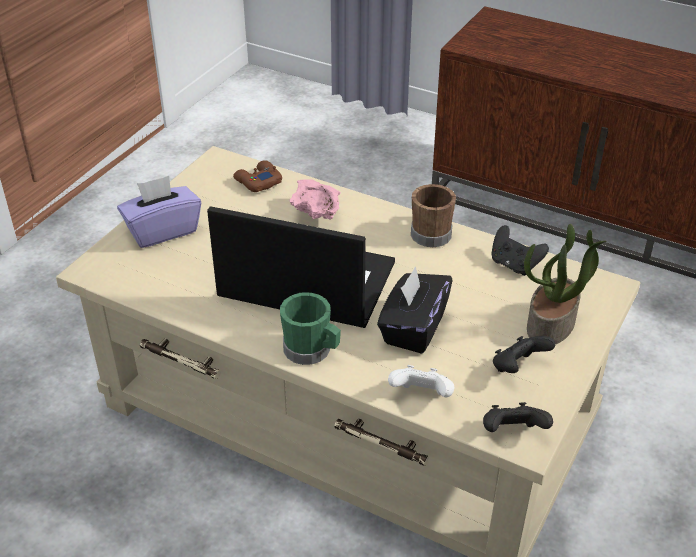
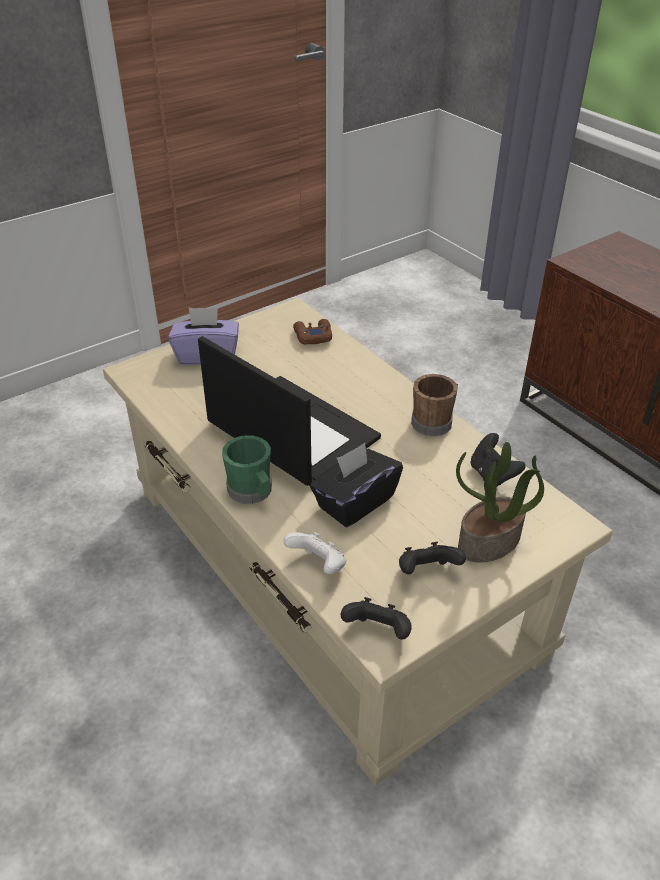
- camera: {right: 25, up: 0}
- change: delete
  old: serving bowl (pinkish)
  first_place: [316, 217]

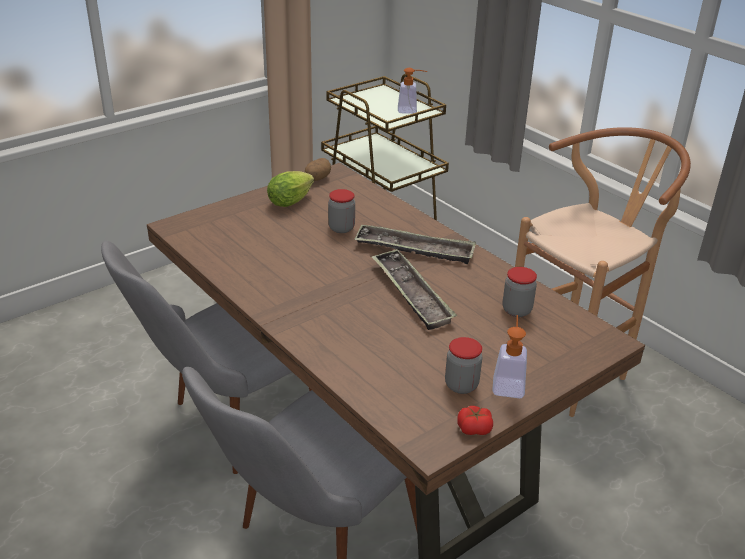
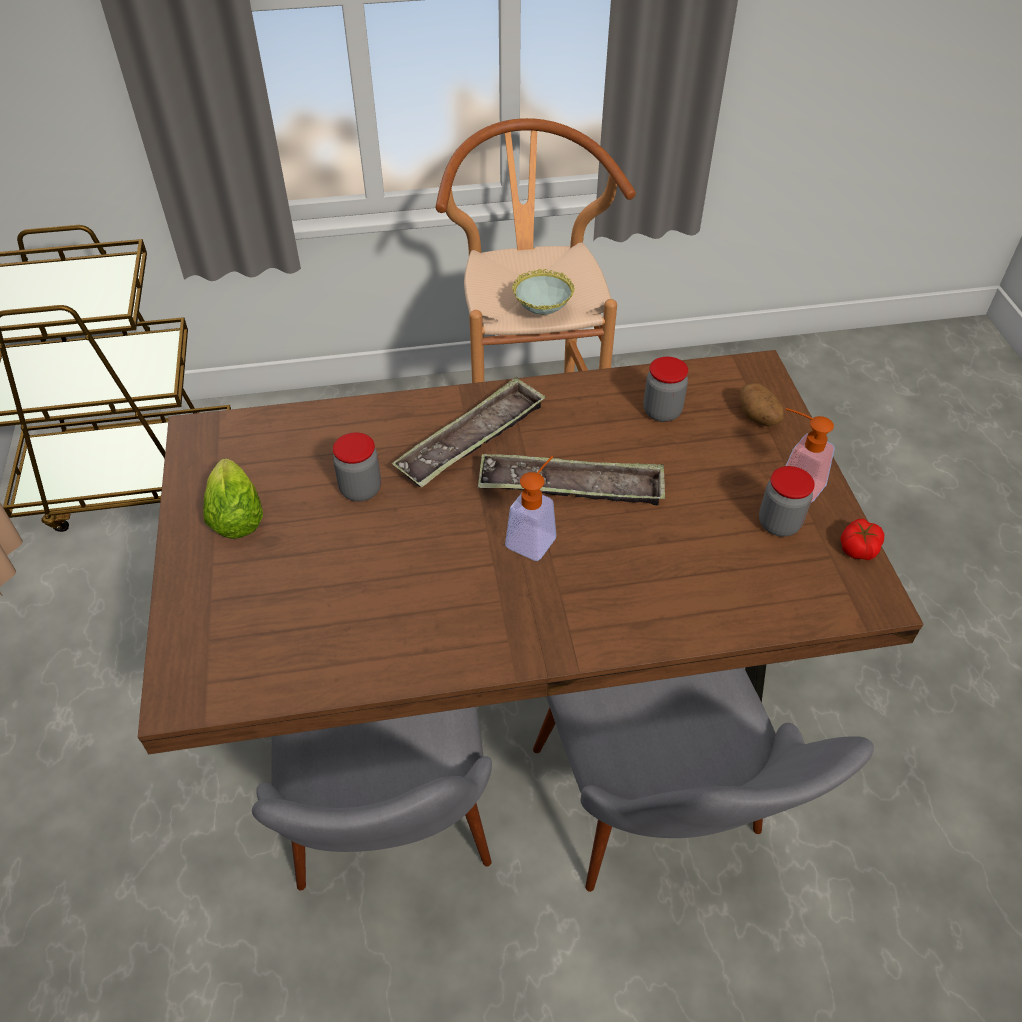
- camera: {right: -60, up: 15}
- change: move
  old: soap dispenser
  first_place: [411, 110]
  second_place: [535, 537]
- change: move
  old: potato
  first_place: [317, 178]
  second_place: [758, 418]
- change: insert
  new: serving bowl
  second_place: [542, 314]

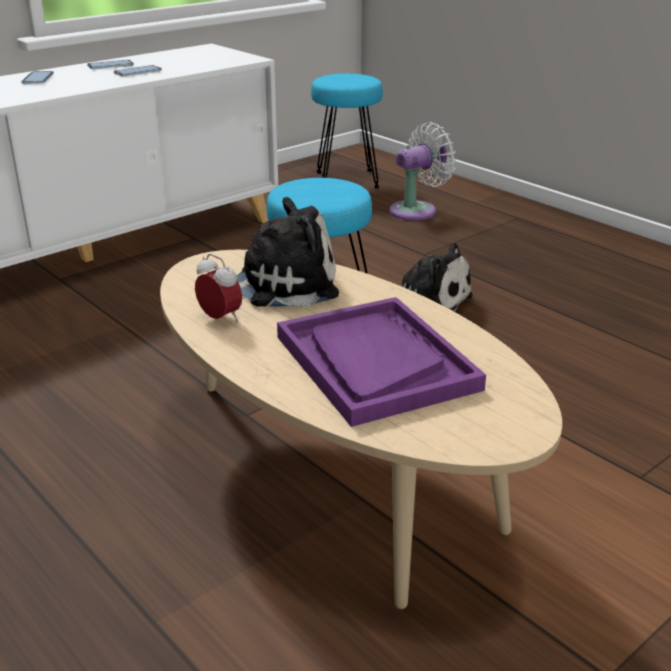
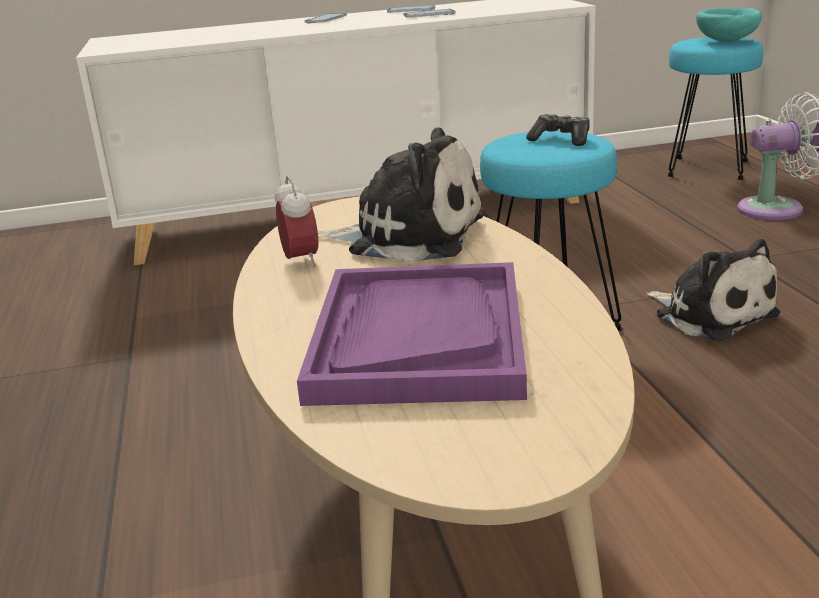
- camera: {right: 30, up: -5}
- change: insert
  new: serving bowl (blue-green)
  second_place: [727, 42]
- change: insert
  new: joypad
  second_place: [561, 140]

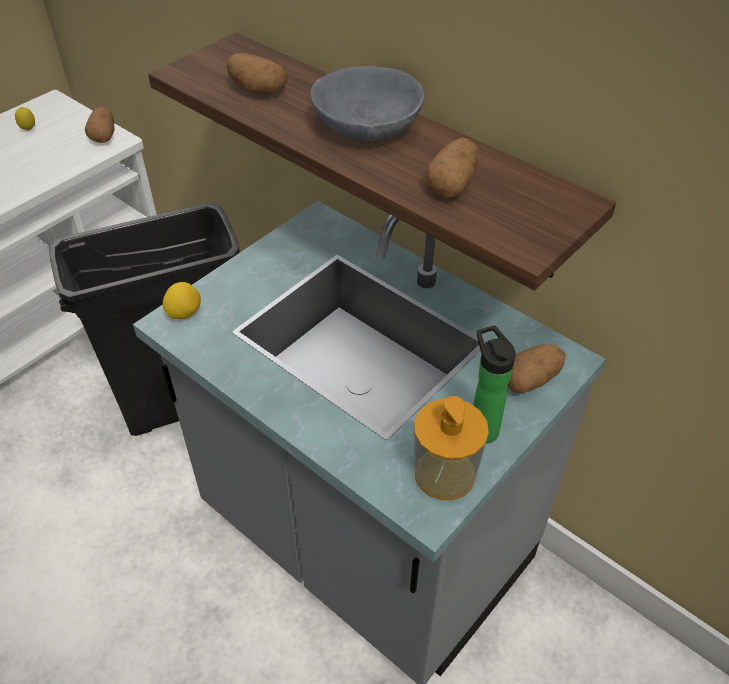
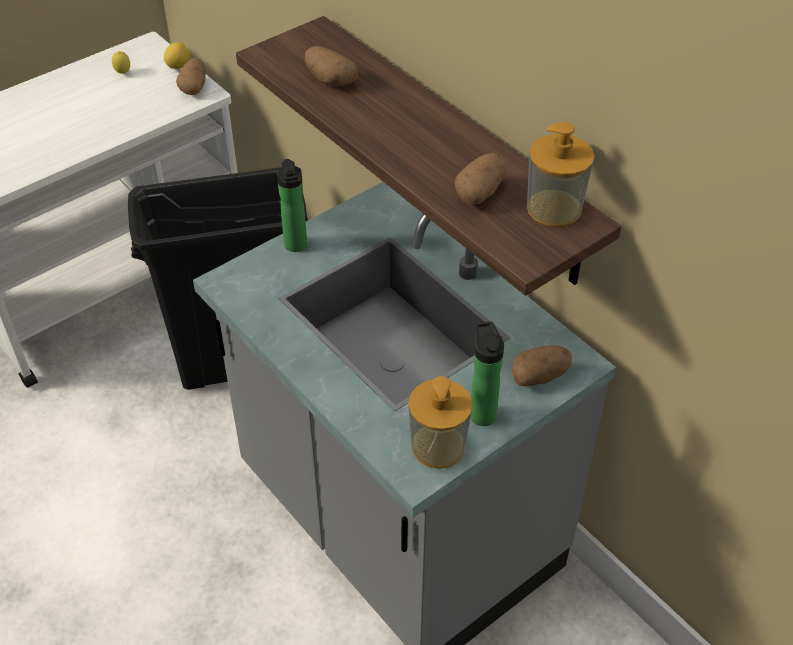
- camera: {right: 10, up: 0}
- change: delete
  old: serving bowl (grey)
  first_place: [367, 125]
- change: move
  old: lemon
  first_place: [184, 313]
  second_place: [178, 66]
- change: insert
  new: soap dispenser
  second_place: [554, 208]
- change: insert
  new: bottle
  second_place: [296, 247]

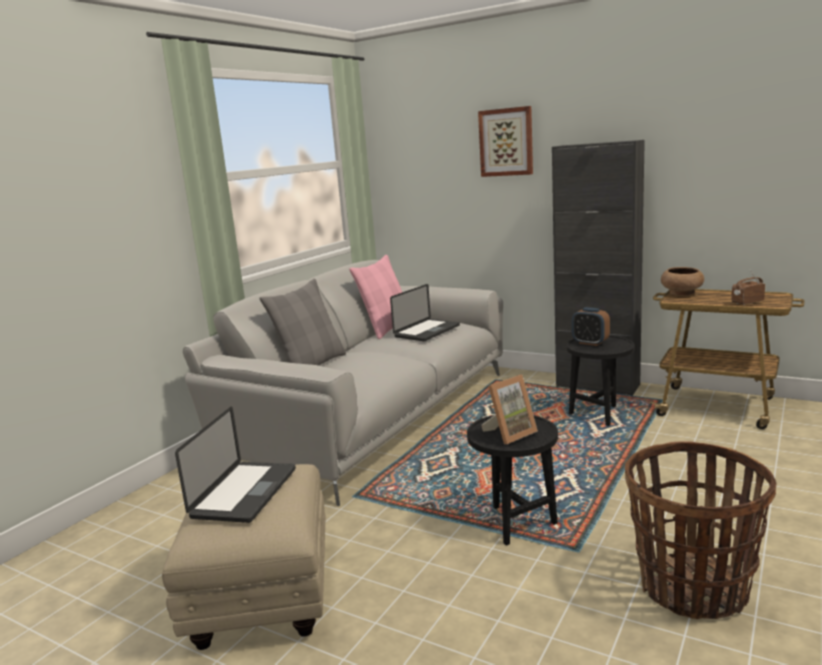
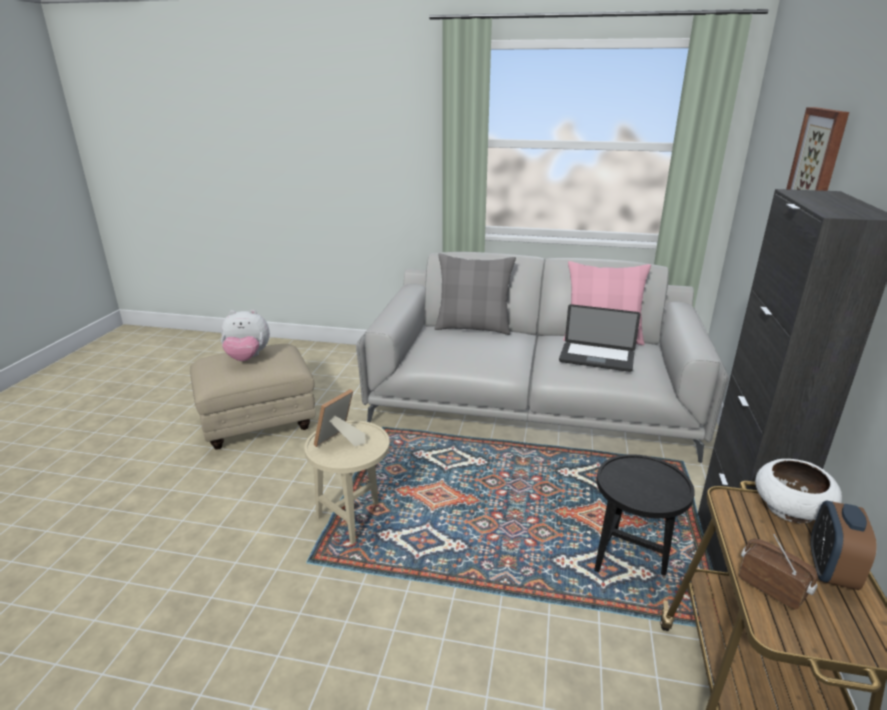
- camera: {right: 70, up: 10}
- change: recolor
  old: serving bowl (brownish)
  new: serving bowl (white)
  first_place: [682, 293]
  second_place: [790, 510]
- change: move
  old: alarm clock
  first_place: [590, 343]
  second_place: [830, 570]
- change: rotate
  old: photo frame
  first_place: [509, 433]
  second_place: [339, 442]
  degrees: 90
- change: replace
  old: notebook computer
  new: cuddly toy
  first_place: [245, 493]
  second_place: [247, 358]
- change: recolor
  old: side table (black-coloured)
  new: side table (beige-coloured)
  first_place: [515, 522]
  second_place: [353, 518]
- change: delete
  old: basket
  first_place: [692, 589]

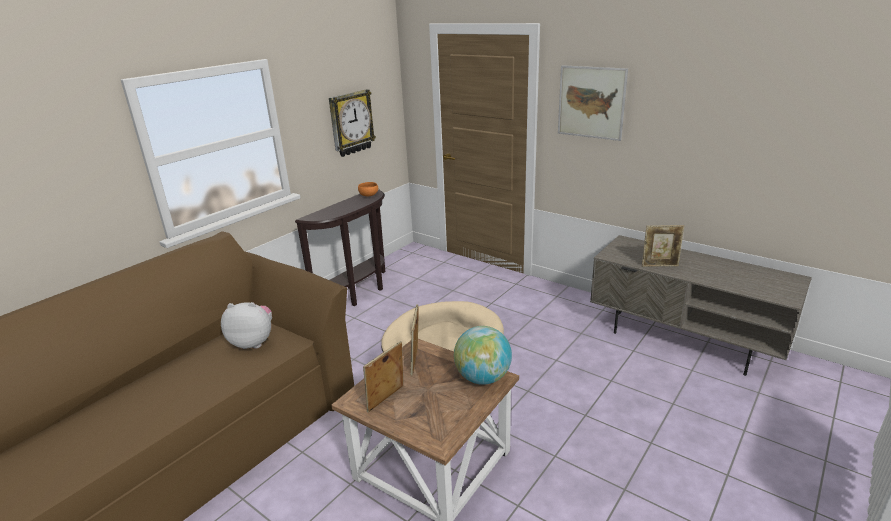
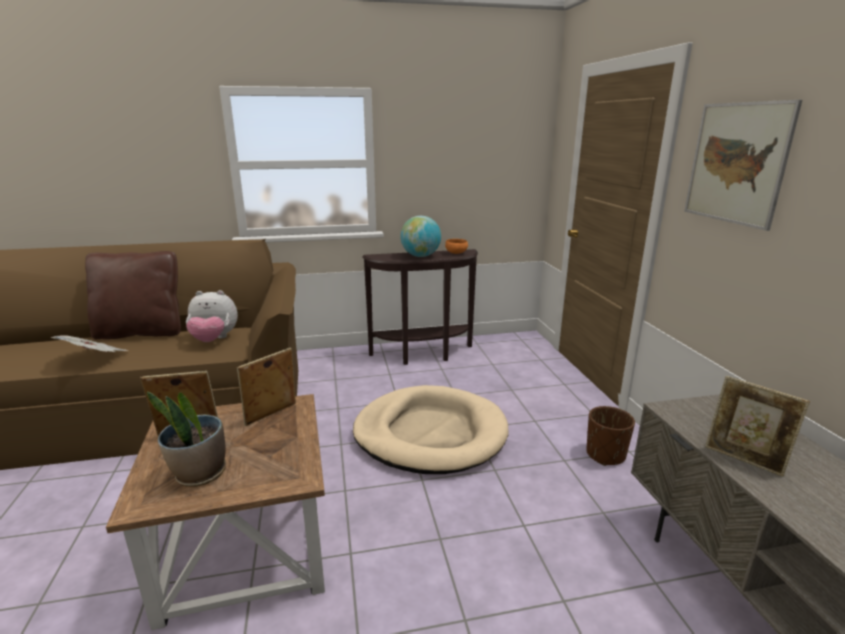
- camera: {right: 40, up: -5}
- change: delete
  old: hanging clock
  first_place: [351, 123]
- change: rotate
  old: cuddly toy
  first_place: [253, 342]
  second_place: [214, 340]
  degrees: 135
- change: move
  old: desk globe
  first_place: [483, 378]
  second_place: [420, 256]
- change: insert
  new: pillow (brownish)
  second_place: [142, 332]
- change: insert
  new: newspaper
  second_place: [95, 358]
- change: insert
  new: houseplant
  second_place: [200, 474]
- change: insert
  new: flower pot (brownish)
  second_place: [605, 455]

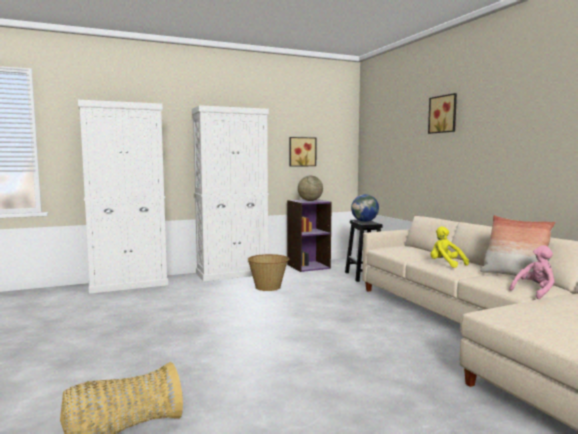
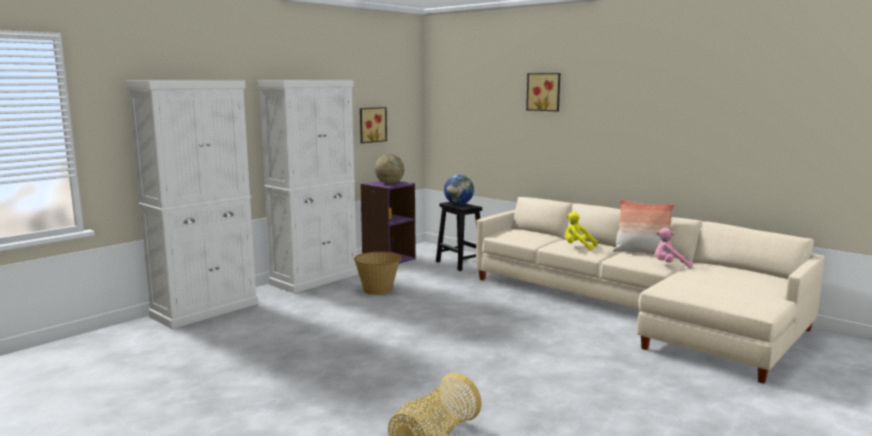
- camera: {right: -25, up: 5}
- change: rotate
  old: cuddly toy (pinkish)
  first_place: [535, 292]
  second_place: [669, 265]
  degrees: -120

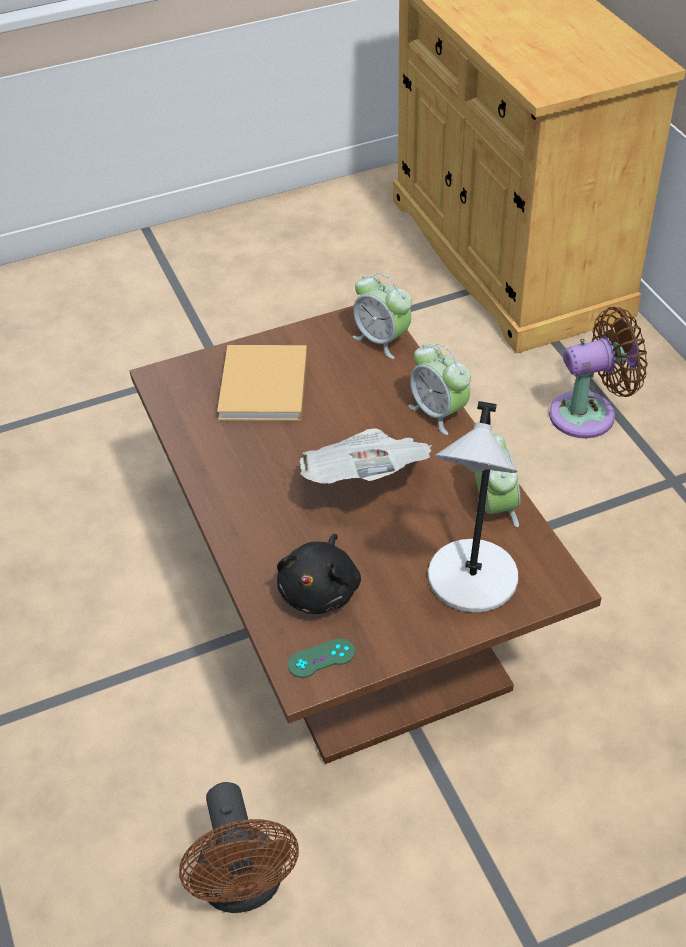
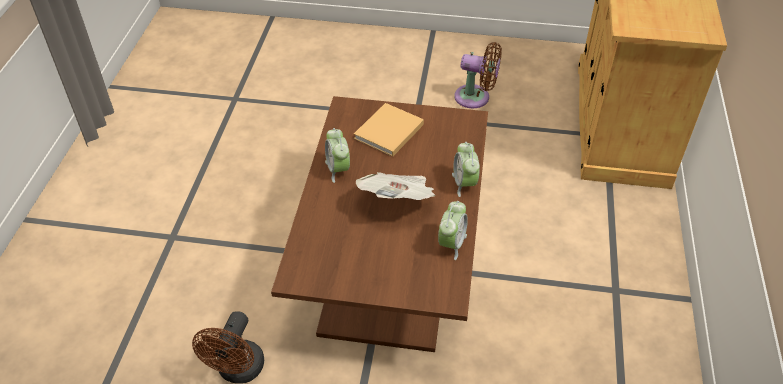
- camera: {right: 30, up: 0}
- change: move
  old: alarm clock
  first_place: [382, 340]
  second_place: [338, 169]
- change: move
  old: cooling fan (brownish)
  first_place: [589, 414]
  second_place: [476, 98]
- change: delete
  old: tabletop lamp (grey)
  first_place: [472, 582]
- change: delete
  old: cuddly toy (black-coloured)
  first_place: [321, 590]
- change: delete
  old: joypad (green-coloured)
  first_place: [321, 658]

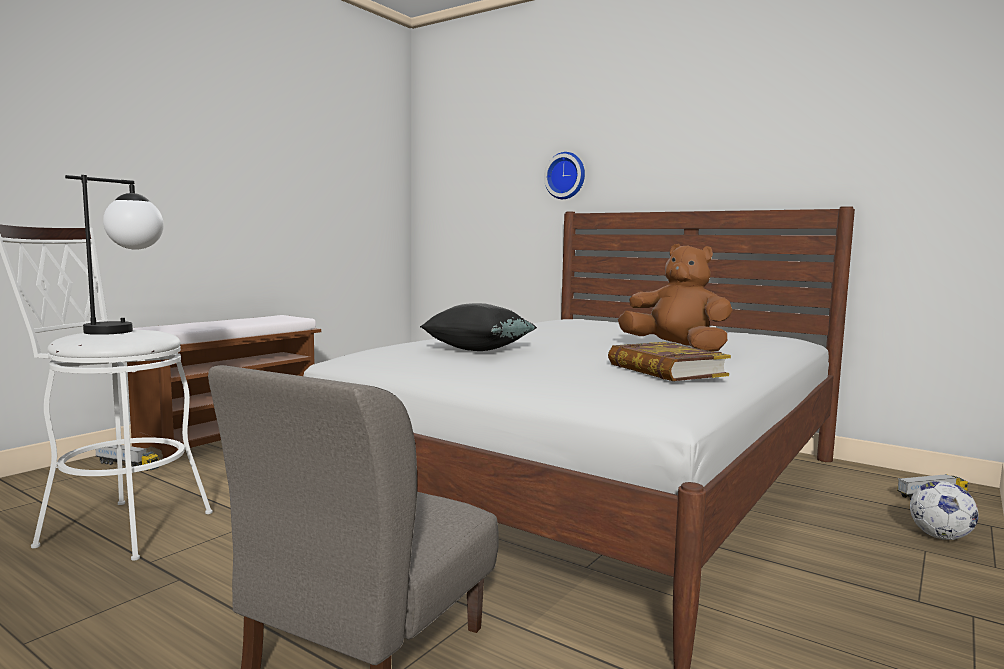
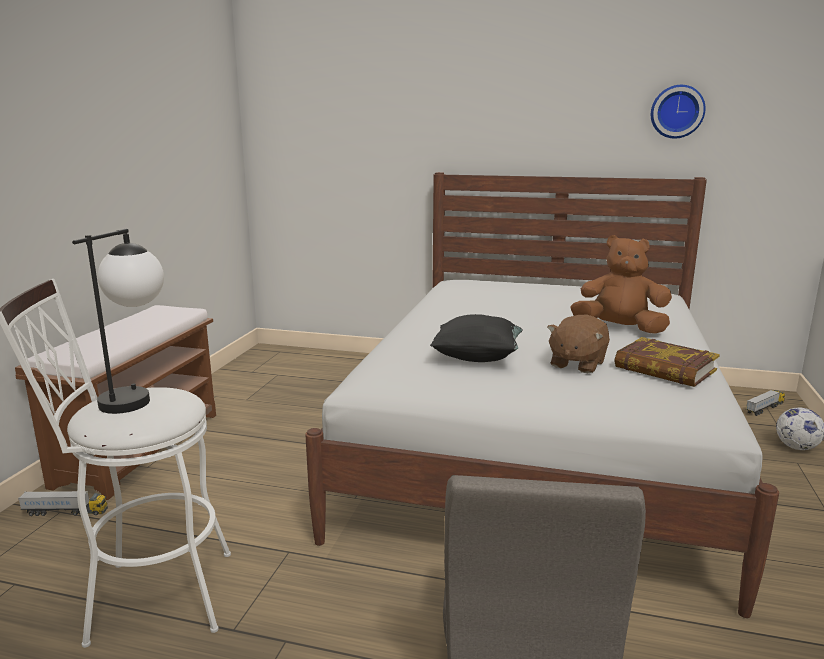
- camera: {right: -20, up: 10}
- change: move
  old: hanging clock
  first_place: [566, 176]
  second_place: [677, 111]
- change: insert
  new: cuddly toy (brownish)
  second_place: [576, 364]

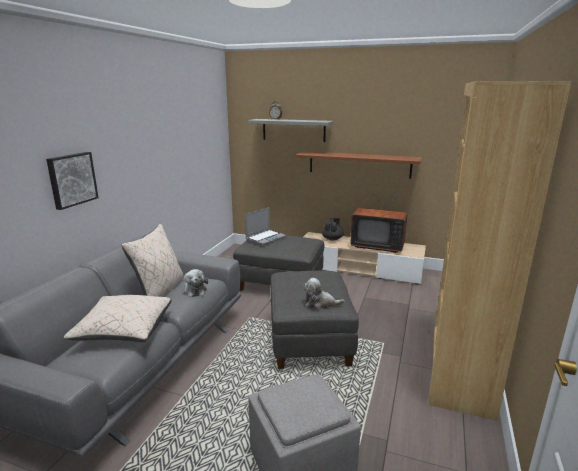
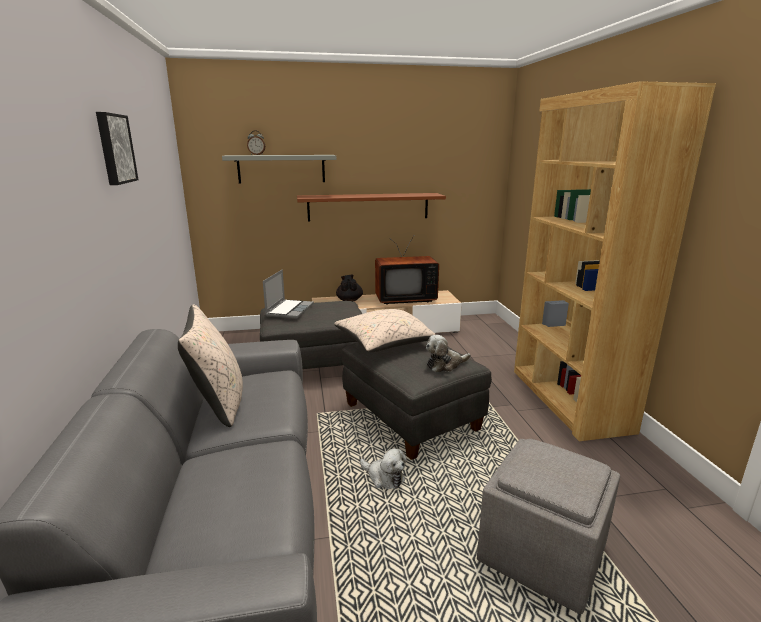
- camera: {right: -30, up: 0}
- change: move
  old: wall picture
  first_place: [71, 179]
  second_place: [114, 149]
- change: move
  old: cuddly toy
  first_place: [194, 290]
  second_place: [384, 478]
- change: move
  old: pillow (beige-coloured)
  first_place: [124, 330]
  second_place: [383, 344]

